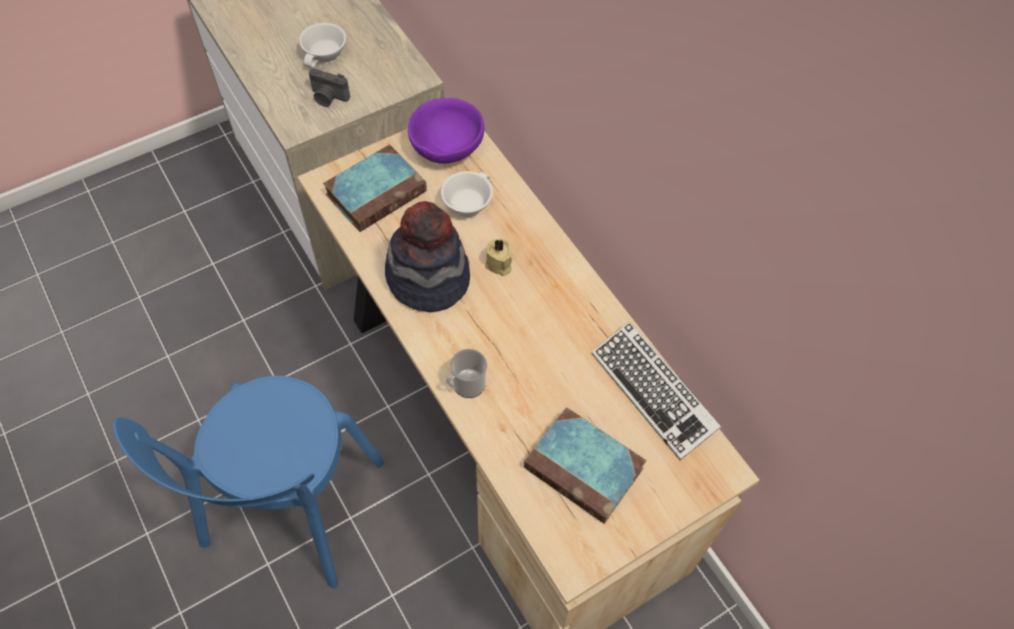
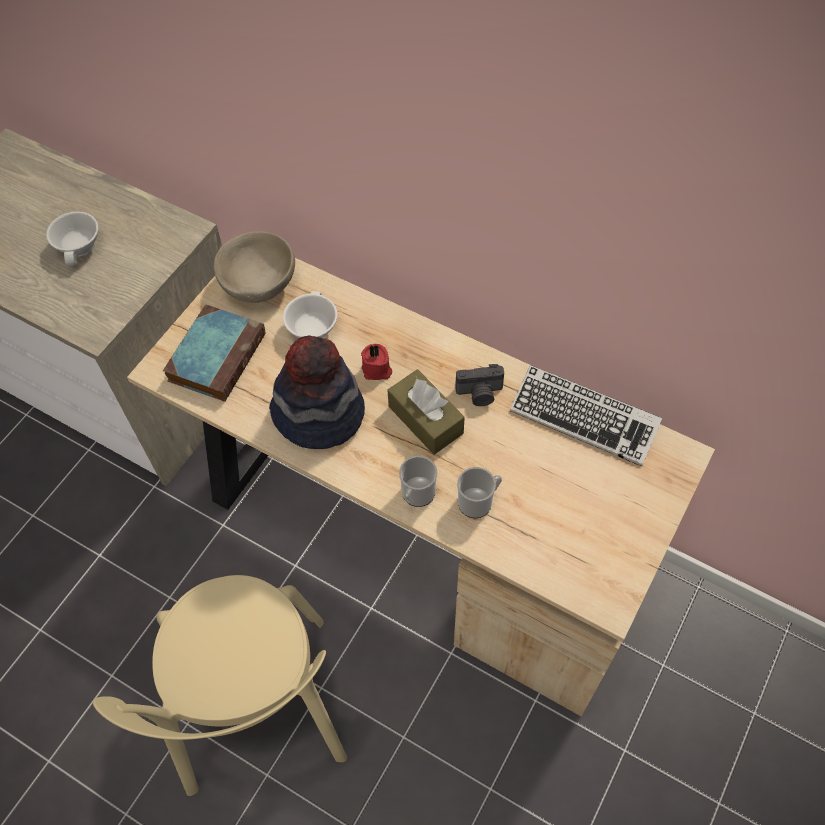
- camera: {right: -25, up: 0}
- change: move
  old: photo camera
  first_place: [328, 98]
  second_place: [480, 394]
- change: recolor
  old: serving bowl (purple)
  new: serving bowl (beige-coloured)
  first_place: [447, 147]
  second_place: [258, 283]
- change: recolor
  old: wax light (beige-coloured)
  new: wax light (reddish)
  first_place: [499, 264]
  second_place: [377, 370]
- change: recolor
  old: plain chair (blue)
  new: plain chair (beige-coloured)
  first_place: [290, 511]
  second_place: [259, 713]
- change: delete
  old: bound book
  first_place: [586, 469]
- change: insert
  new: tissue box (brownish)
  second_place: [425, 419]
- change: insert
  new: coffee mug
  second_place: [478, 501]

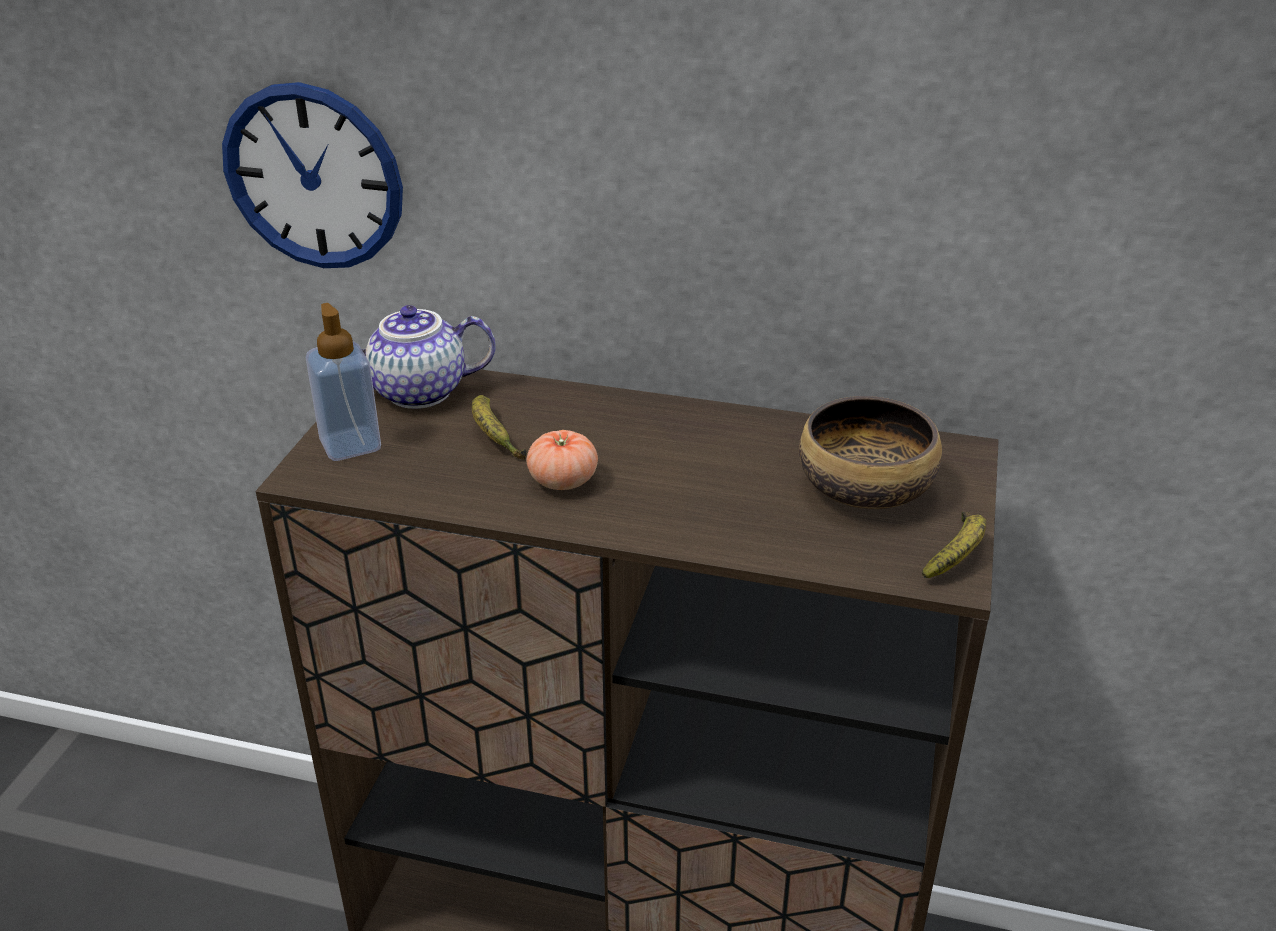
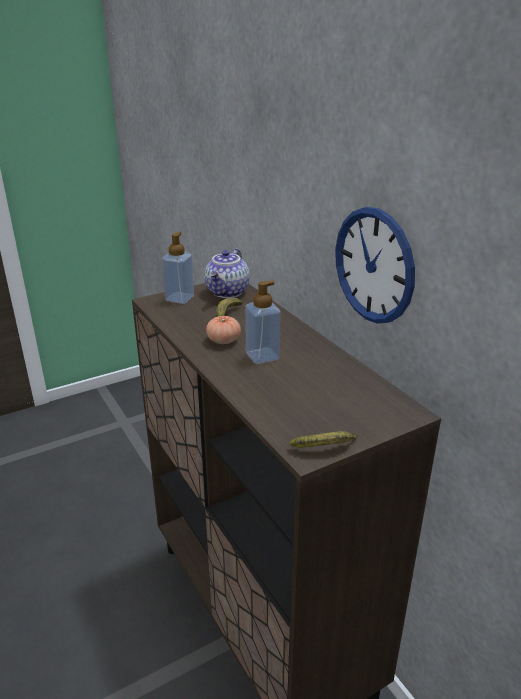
- camera: {right: 45, up: -5}
- change: move
  old: hanging clock
  first_place: [313, 177]
  second_place: [374, 266]
- change: rotate
  old: pot for tea
  first_place: [417, 393]
  second_place: [228, 292]
  degrees: -105
- change: delete
  old: serving bowl
  first_place: [866, 488]
- change: insert
  new: soap dispenser
  second_place: [262, 356]

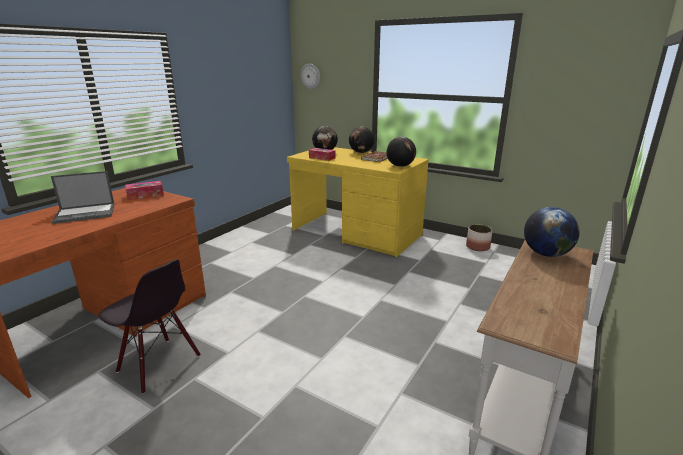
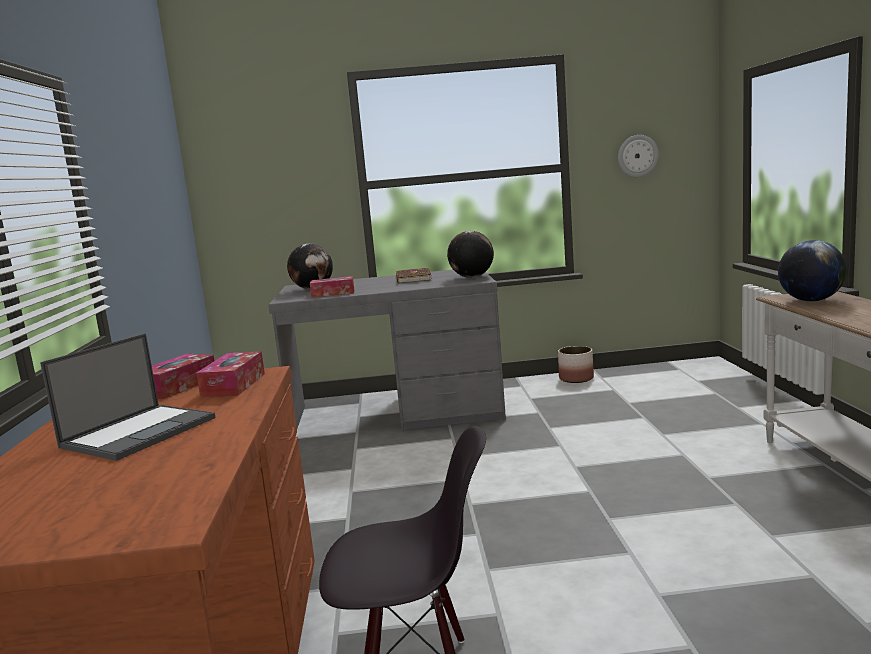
- camera: {right: -35, up: -10}
- change: move
  old: hanging clock
  first_place: [310, 76]
  second_place: [637, 156]
- change: delete
  old: desk globe
  first_place: [361, 152]
- change: recolor
  old: desk table (yellowish)
  new: desk table (grey)
  first_place: [356, 232]
  second_place: [398, 413]
- change: insert
  new: tissue box
  second_place: [234, 385]

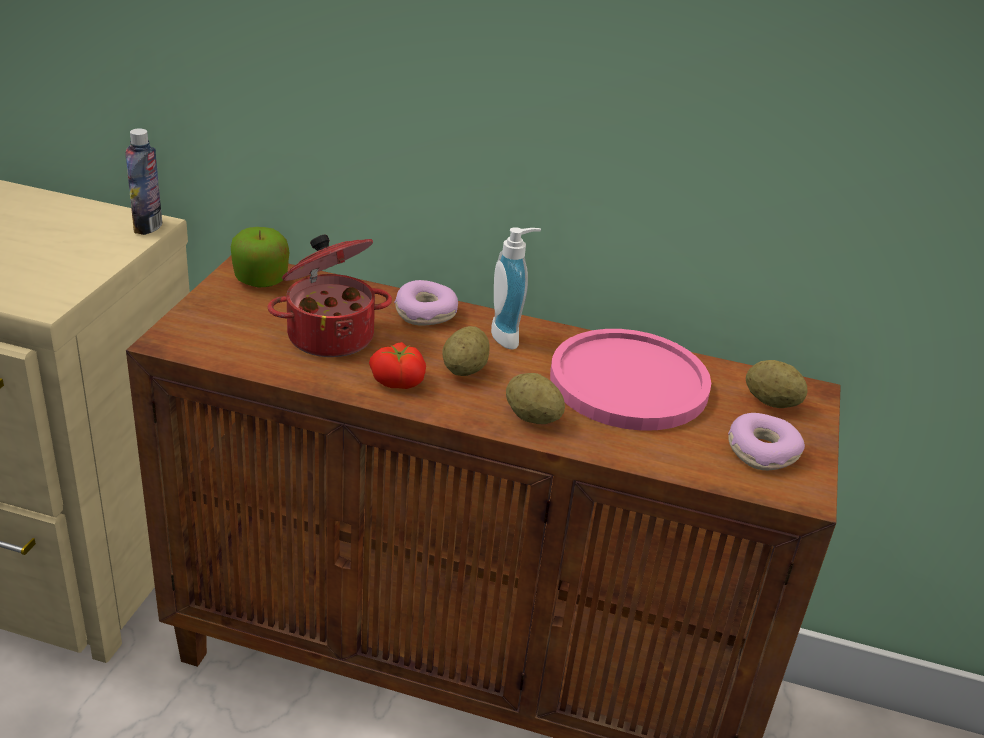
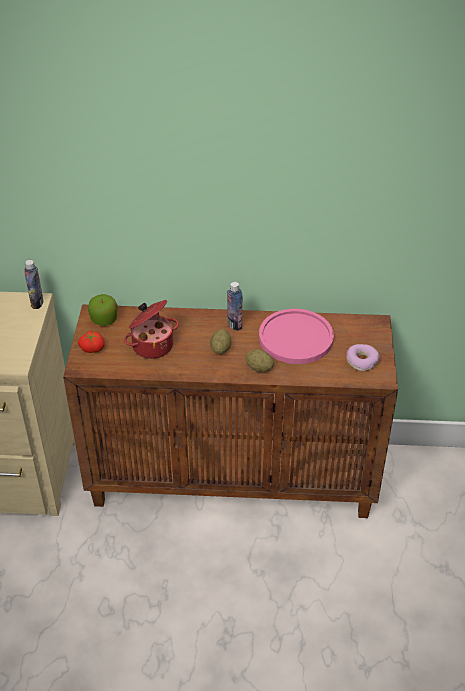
- camera: {right: -10, up: 10}
- change: replace
  old: soap dispenser
  new: bottle
  first_place: [510, 336]
  second_place: [234, 324]
- change: delete
  old: doughnut
  first_place: [425, 313]
- change: move
  old: whole tomato
  first_place: [398, 380]
  second_place: [92, 347]
- change: delete
  old: potato
  first_place: [771, 402]

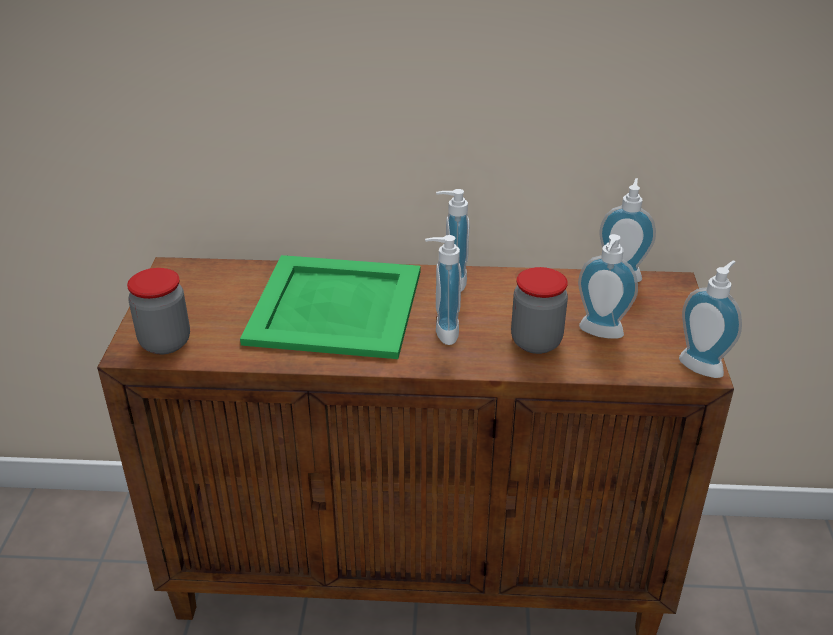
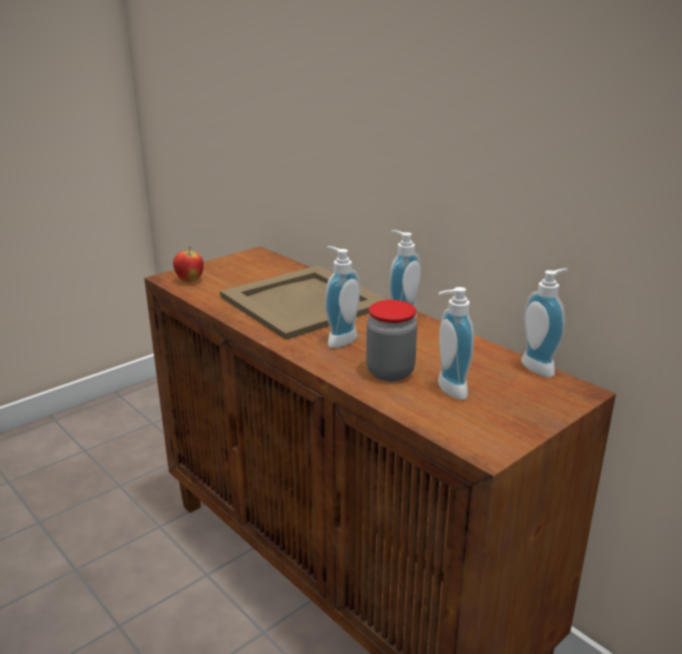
- camera: {right: 45, up: -10}
- change: recolor
  old: serving tray (green-coloured)
  new: serving tray (beige-coloured)
  first_place: [336, 307]
  second_place: [303, 302]
- change: delete
  old: soap dispenser
  first_place: [703, 364]
- change: replace
  old: storage jar
  new: apple fruit
  first_place: [165, 342]
  second_place: [190, 280]

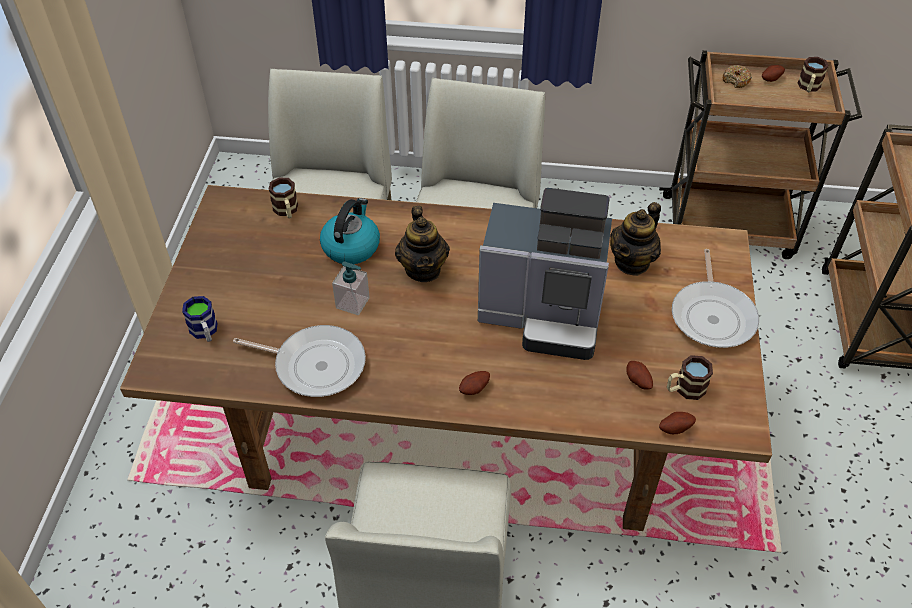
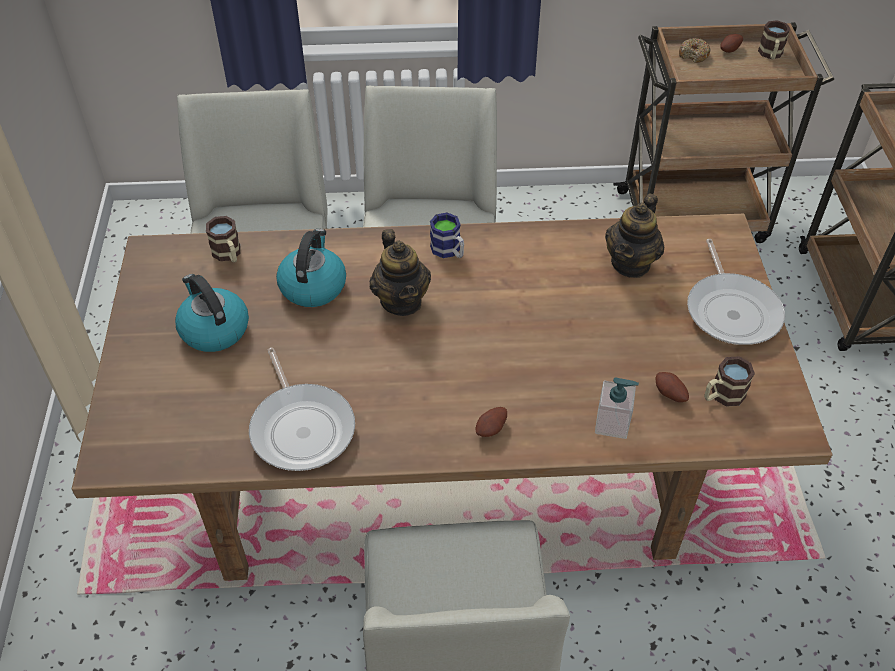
- camera: {right: -10, up: 0}
- change: delete
  old: coffee maker
  first_place: [544, 315]
- change: move
  old: soap dispenser
  first_place: [353, 303]
  second_place: [612, 424]
- change: move
  old: coffee mug
  first_place: [205, 332]
  second_place: [449, 251]
- change: rotate
  old: frying pan
  first_place: [315, 365]
  second_place: [301, 427]
  degrees: 60
- change: delete
  old: potato
  first_place: [675, 428]
- change: insert
  new: water kettle
  second_place: [213, 329]

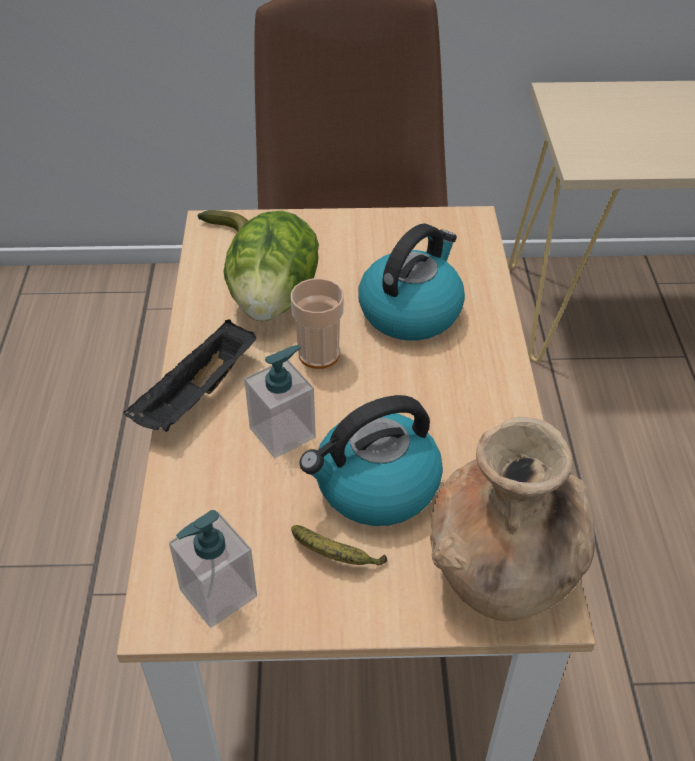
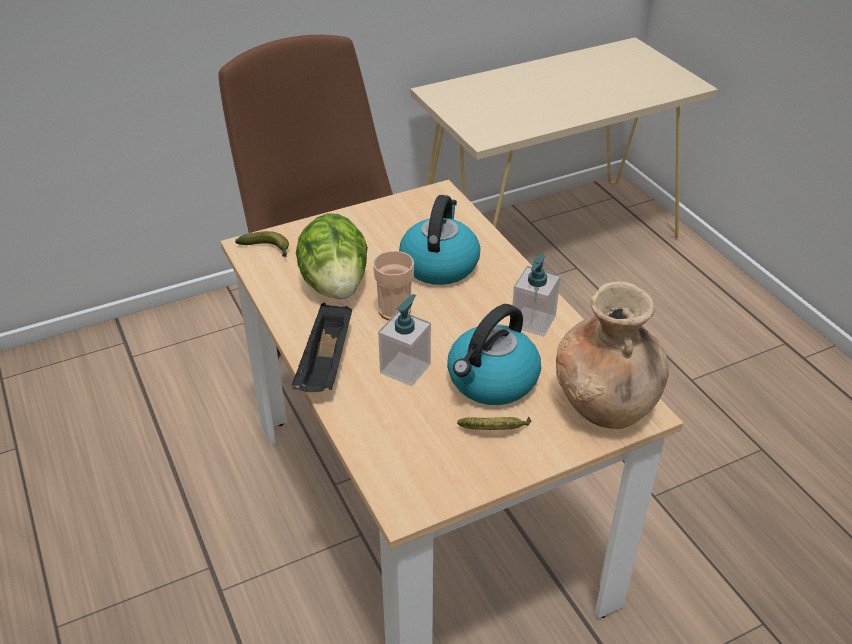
- camera: {right: -25, up: -5}
- change: move
  old: soap dispenser
  first_place: [218, 593]
  second_place: [533, 321]

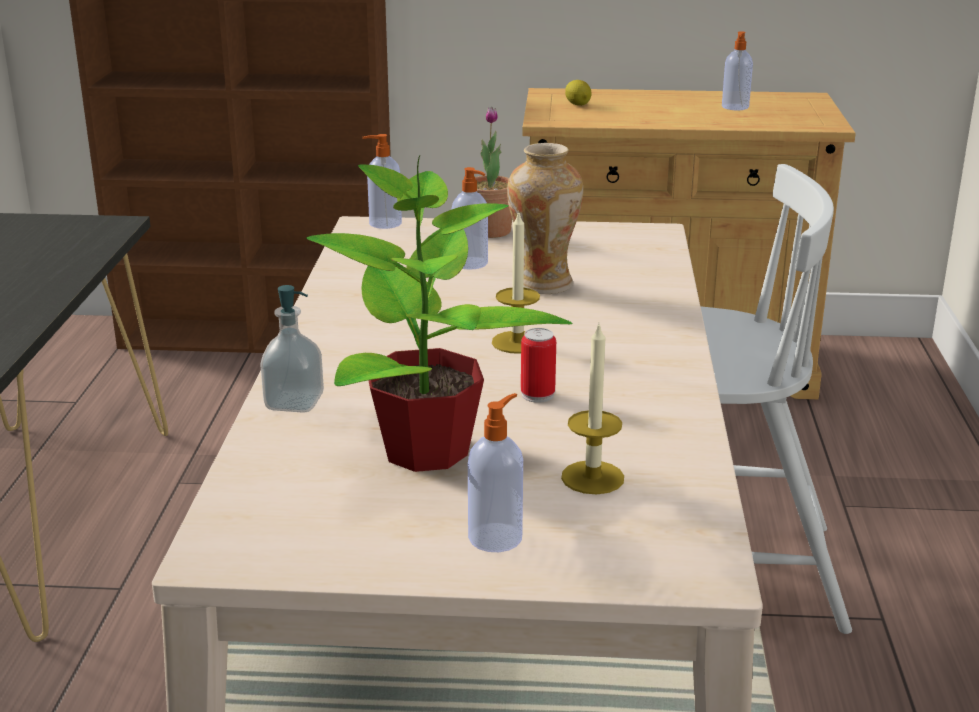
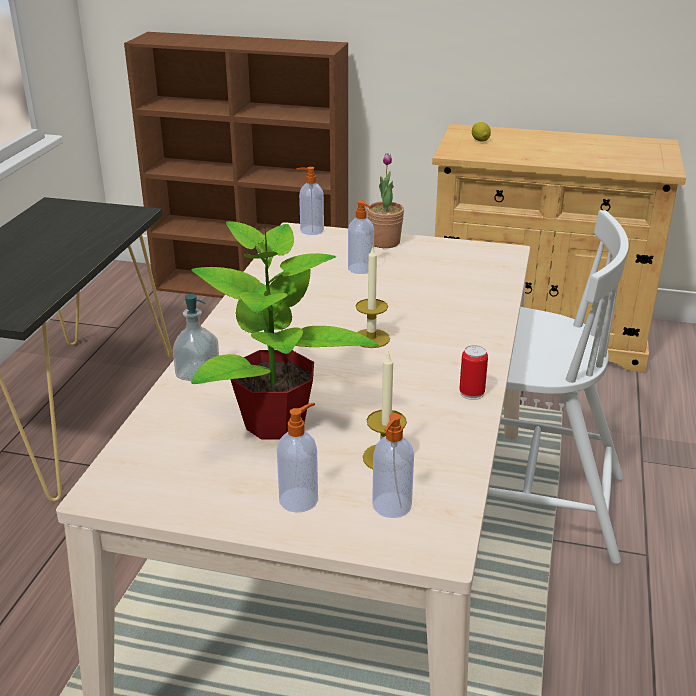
- camera: {right: 10, up: 5}
- change: move
  old: soap dispenser
  first_place: [735, 107]
  second_place: [391, 506]
- change: delete
  old: decorative vase
  first_place: [543, 284]
- change: move
  old: can
  first_place: [537, 395]
  second_place: [471, 393]

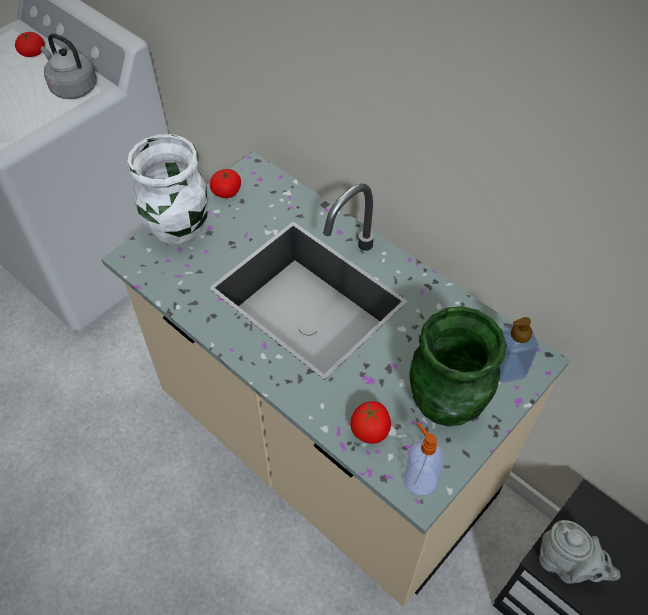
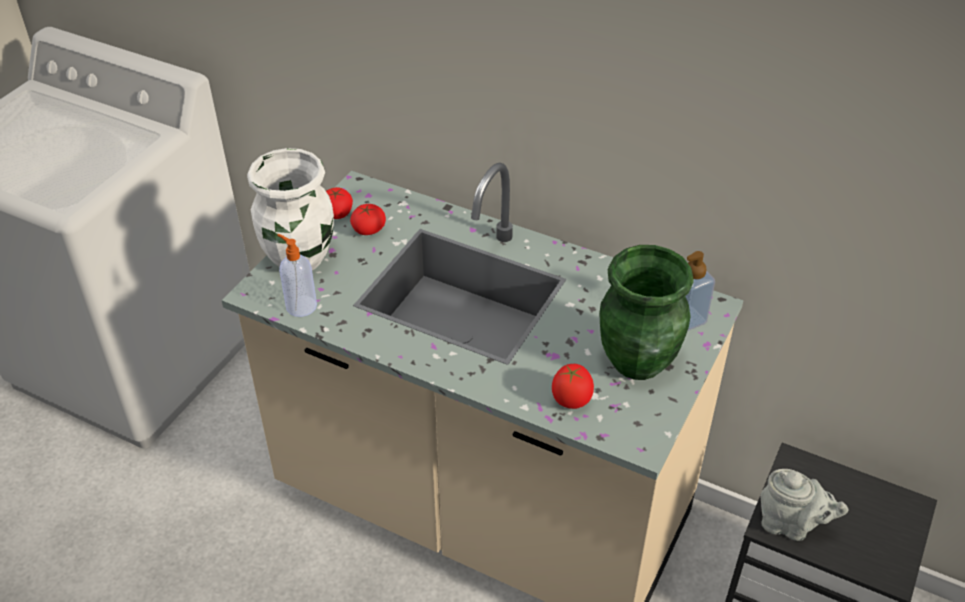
- camera: {right: -15, up: -10}
- change: move
  old: whole tomato
  first_place: [32, 53]
  second_place: [368, 229]
- change: delete
  old: water kettle (grey)
  first_place: [72, 88]
- change: move
  old: soap dispenser
  first_place: [419, 478]
  second_place: [300, 306]

